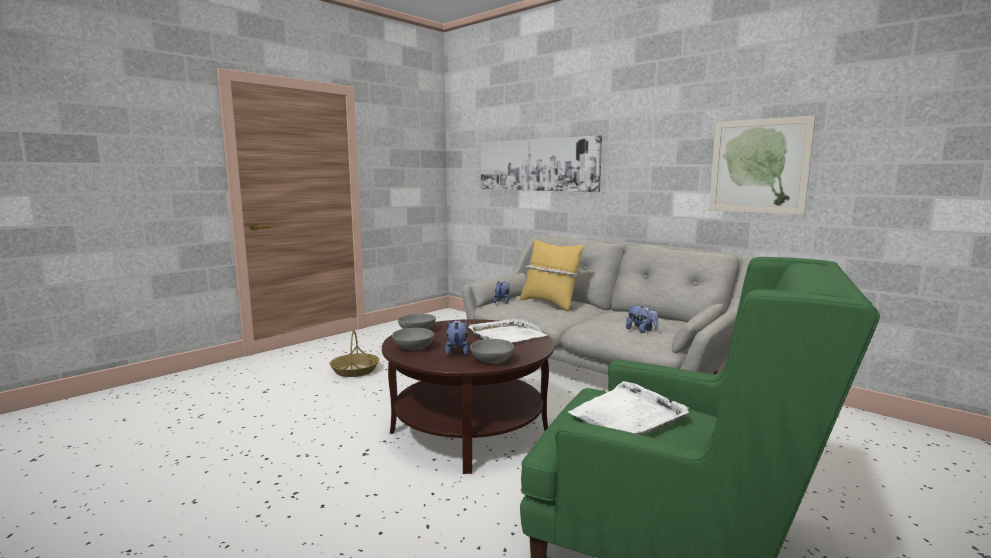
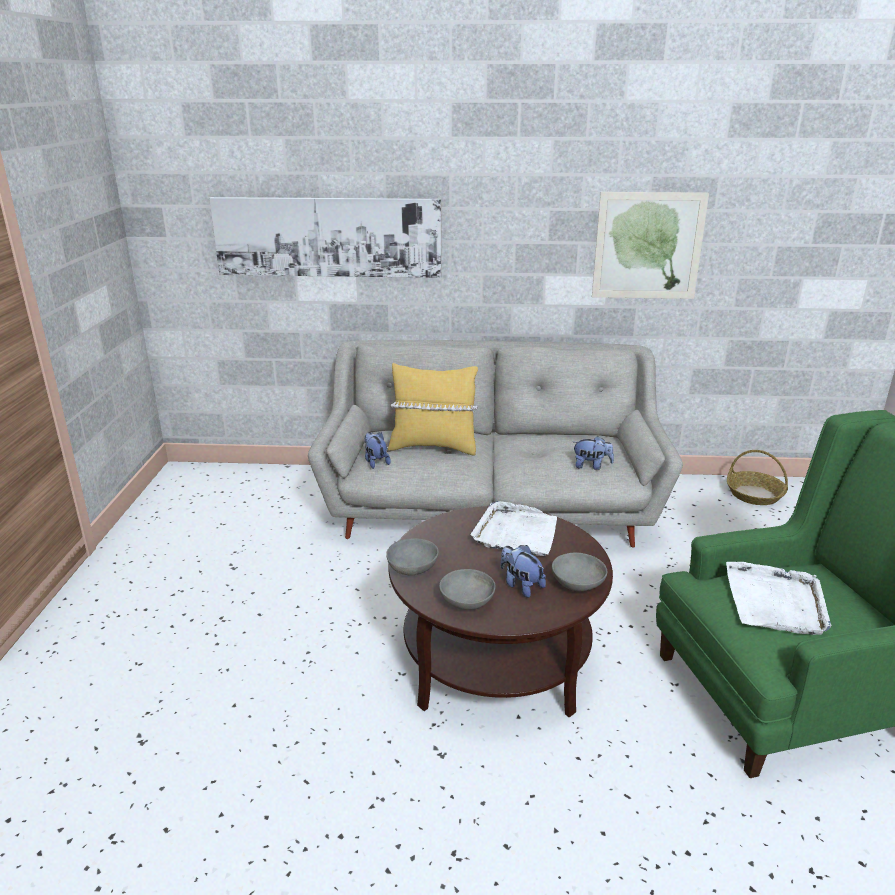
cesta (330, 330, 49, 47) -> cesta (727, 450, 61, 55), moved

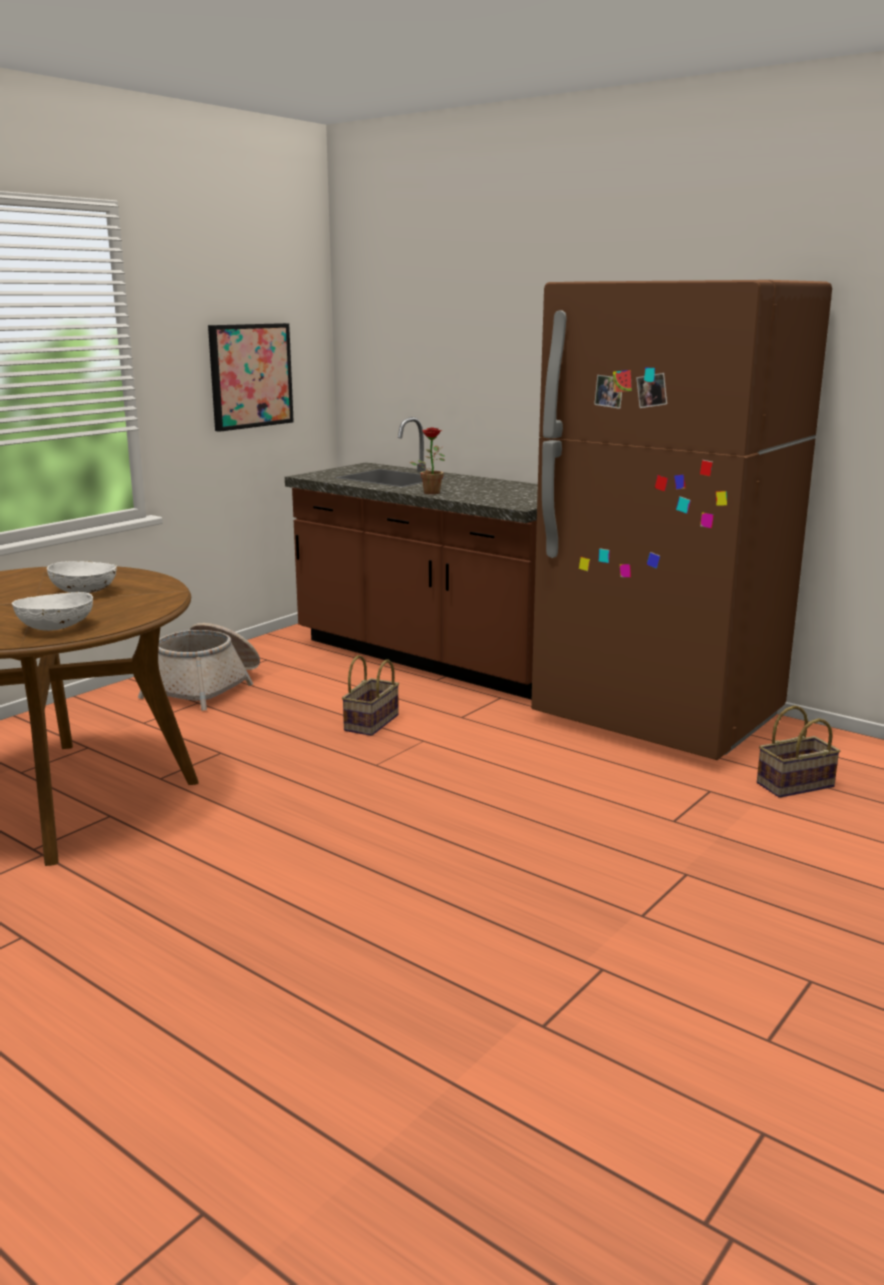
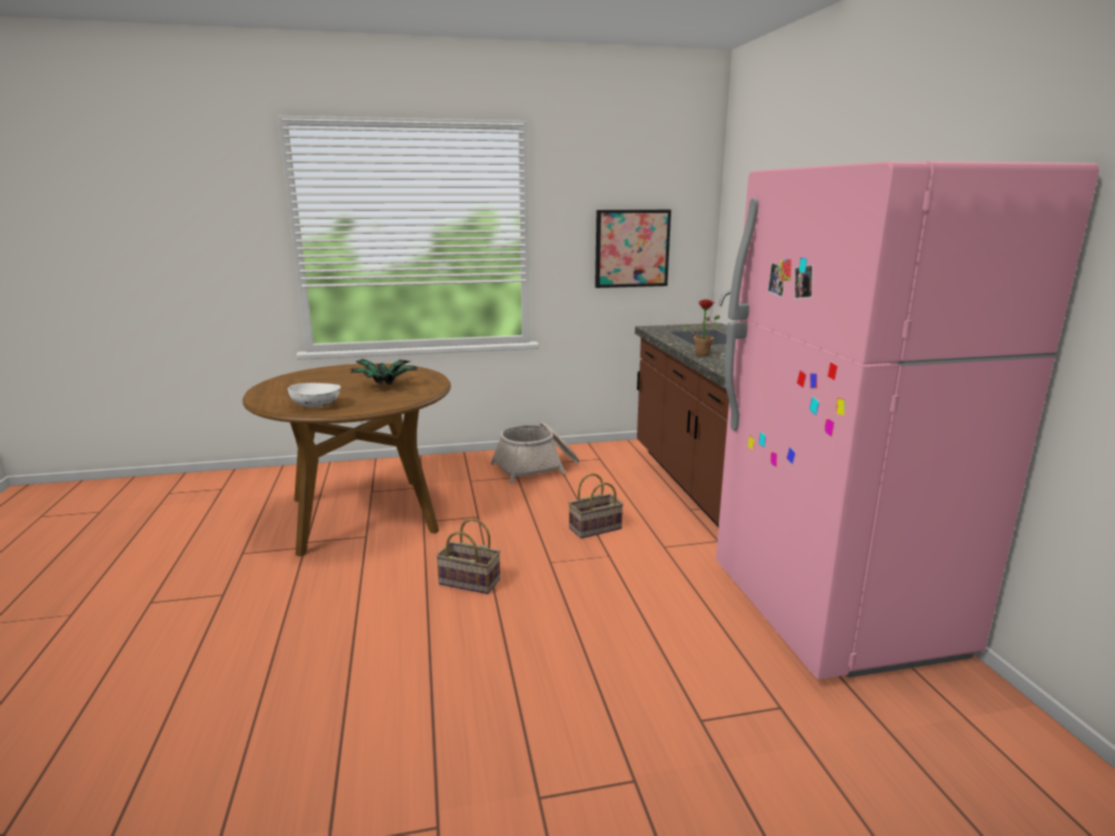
cuenco [blanco] (47, 561, 70, 32) -> planta en maceta (350, 359, 68, 26)
cesta (757, 705, 83, 93) -> cesta (436, 519, 65, 75), moved
nevera [marrón] (531, 280, 301, 480) -> nevera [rosa] (716, 161, 383, 518)

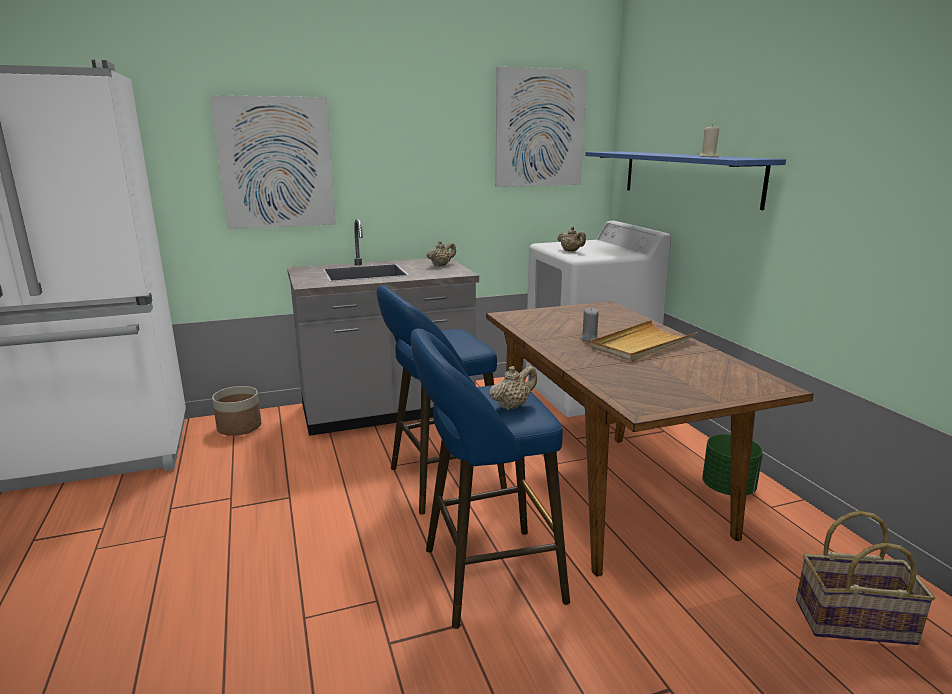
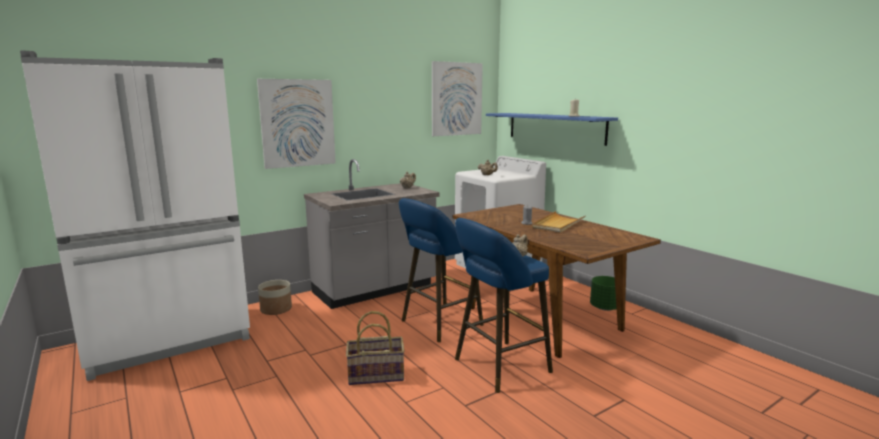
cesta (796, 511, 139, 134) -> cesta (346, 311, 59, 74), moved

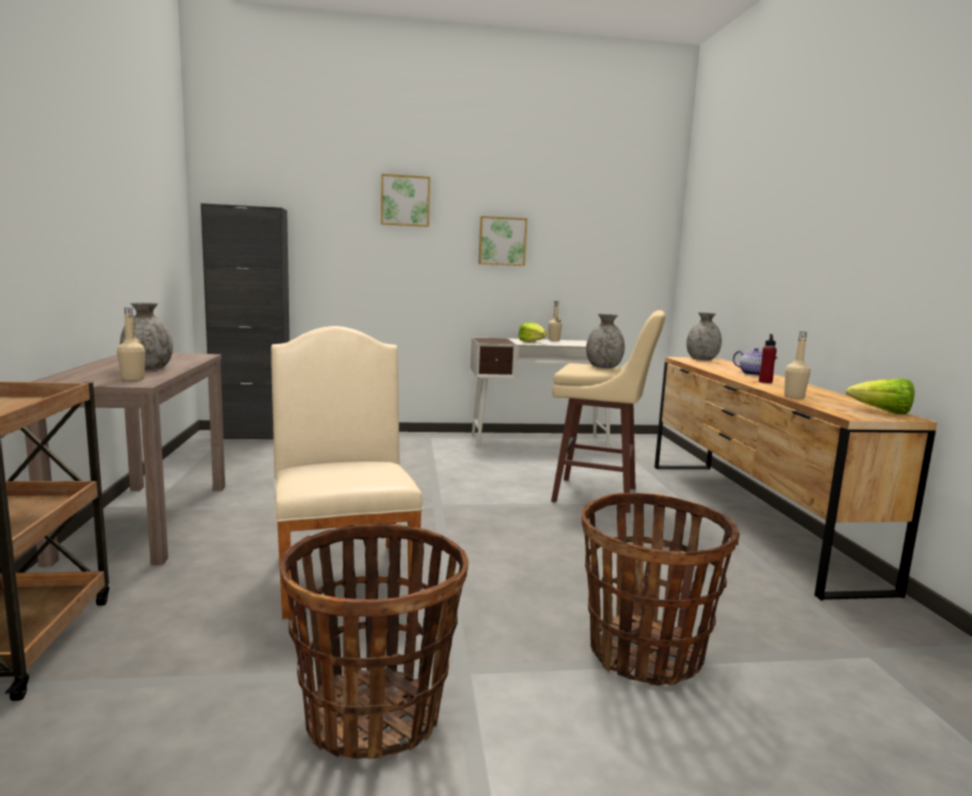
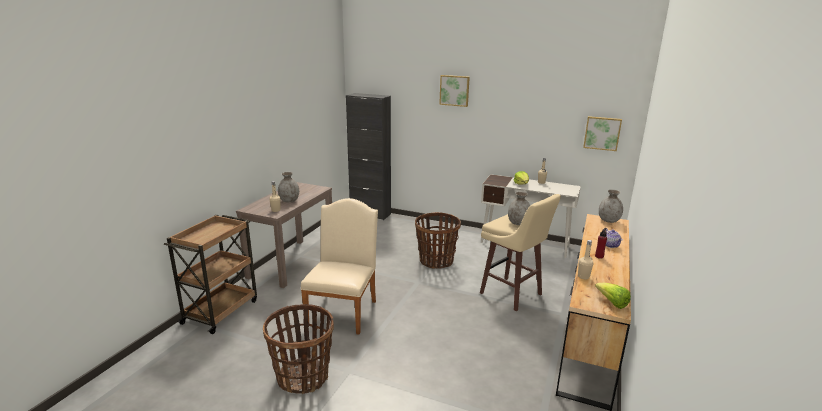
cesta (582, 493, 158, 192) -> cesta (415, 212, 46, 57), moved
cuadro (479, 216, 49, 50) -> cuadro (583, 116, 39, 35), moved

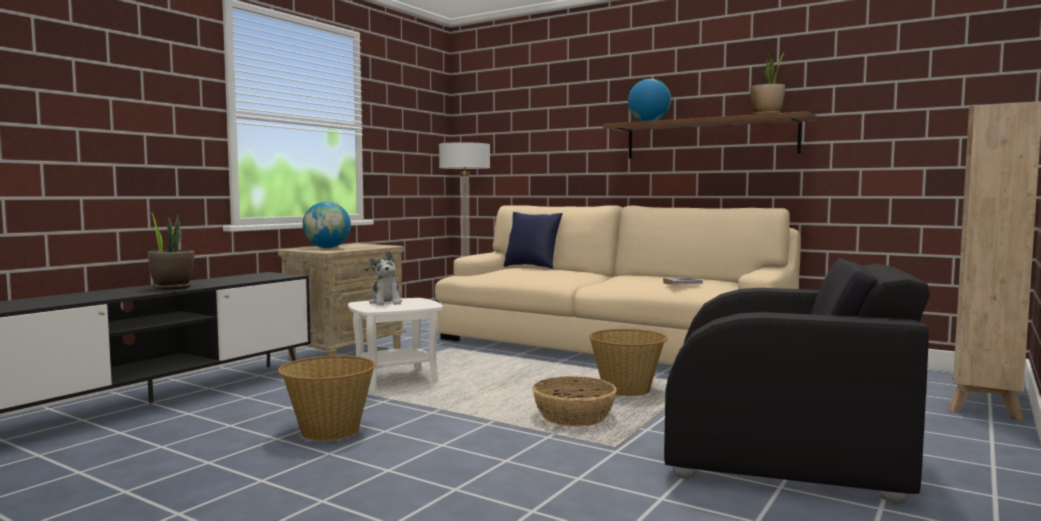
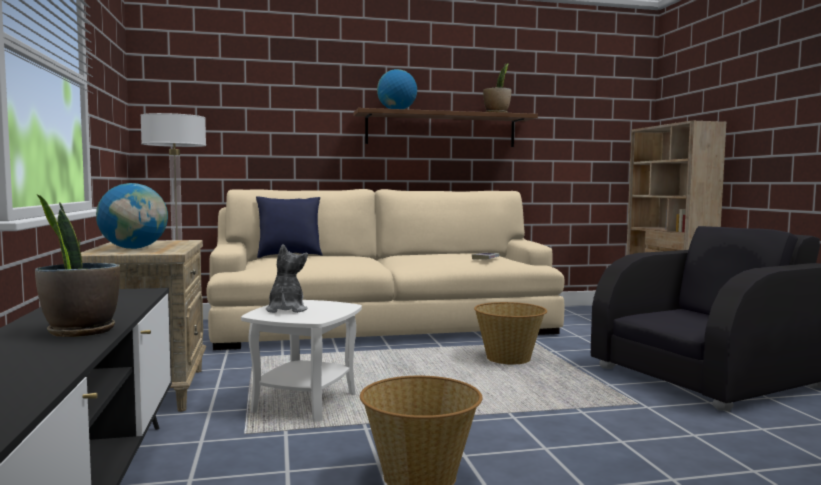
peluche (369, 251, 33, 54) -> peluche (266, 244, 42, 69), 120 degrees counterclockwise
cesta (532, 376, 85, 51) -> none

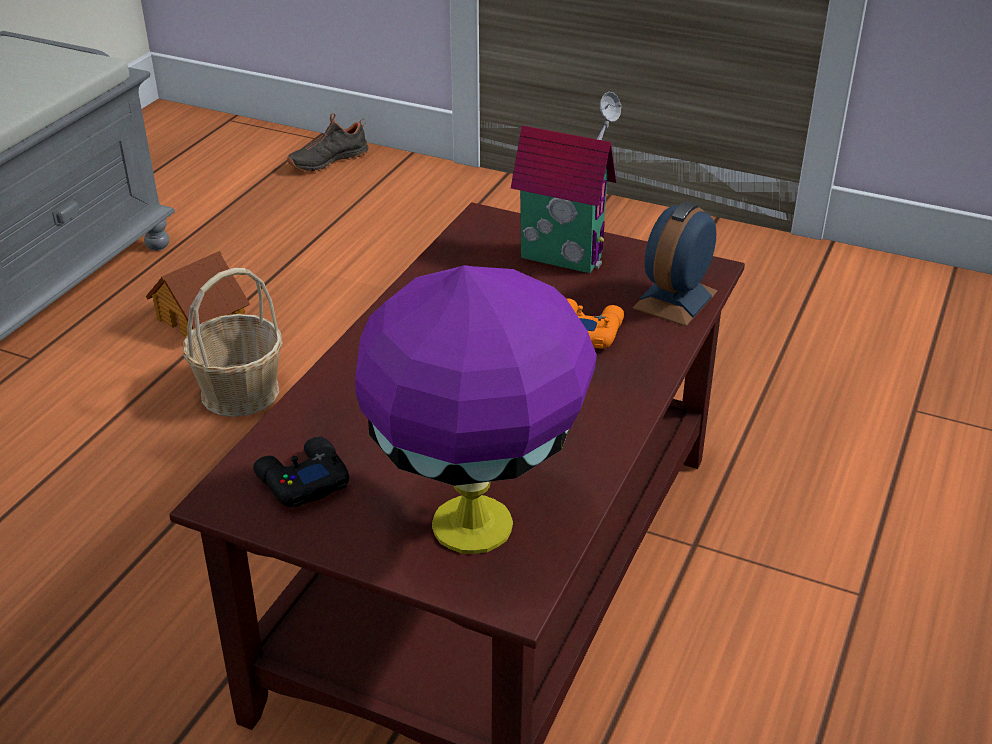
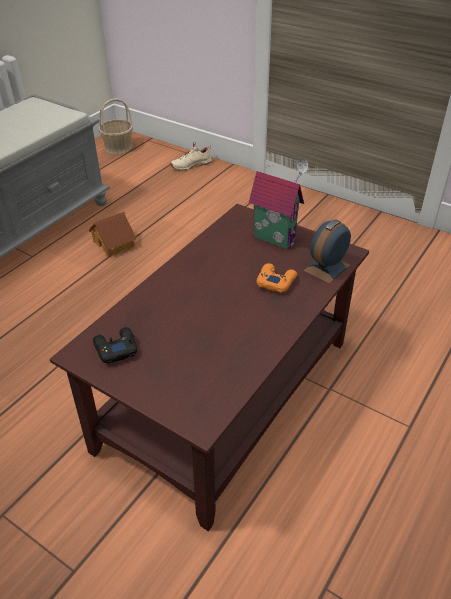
cesta (183, 268, 99, 149) -> cesta (98, 98, 35, 56), moved
zapato [negro] (287, 113, 81, 59) -> zapato [beis] (170, 142, 42, 29)
lámpara de mesa [morado] (355, 265, 242, 289) -> none

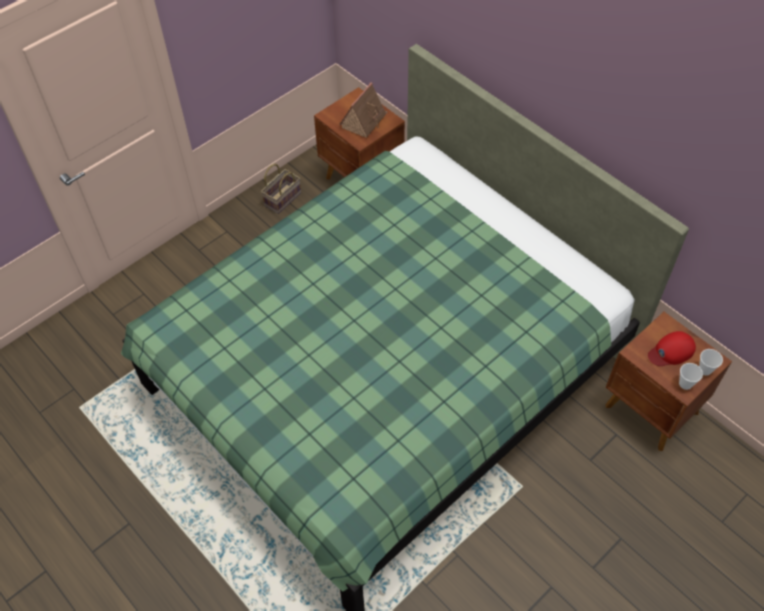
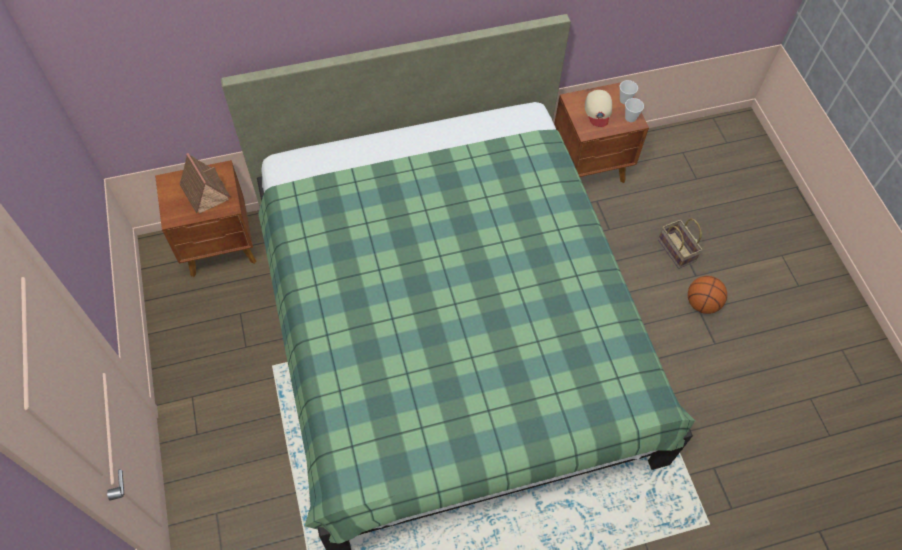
gorra [rojo] (648, 331, 48, 35) -> gorra [beis] (585, 90, 27, 37)
cesta (261, 164, 40, 50) -> cesta (658, 218, 45, 51), moved
none -> balón de baloncesto (688, 276, 39, 38)

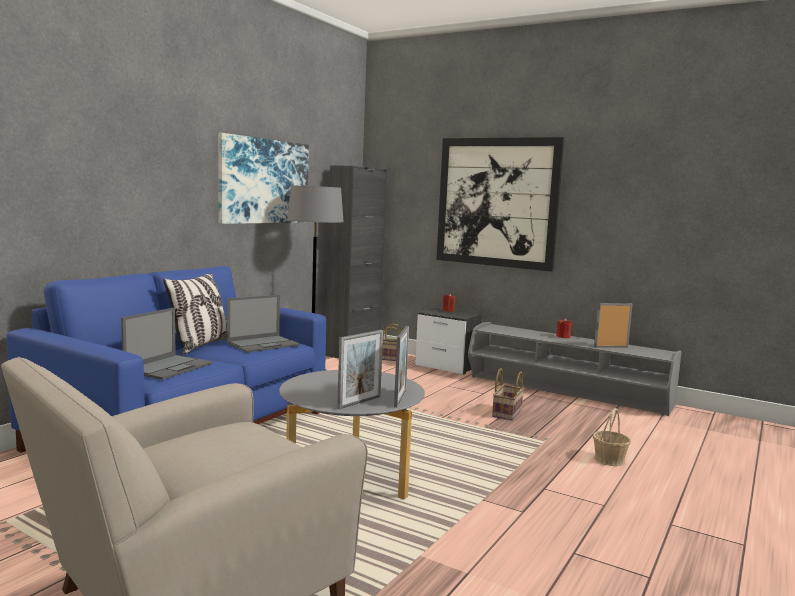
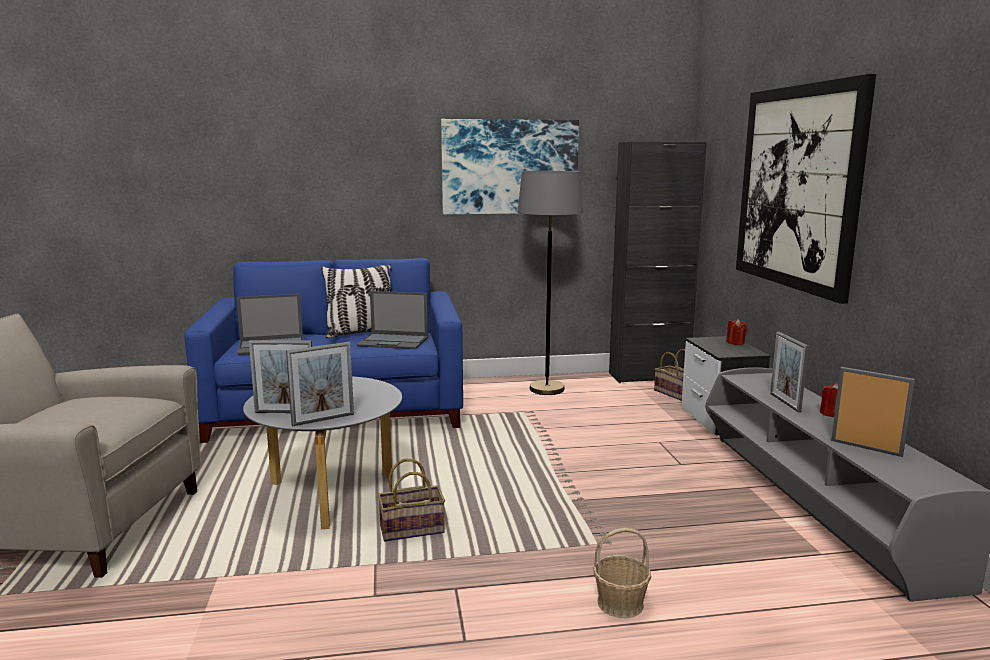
cesta (492, 368, 32, 52) -> cesta (378, 459, 67, 82), moved
none -> portarretratos (770, 332, 39, 81)

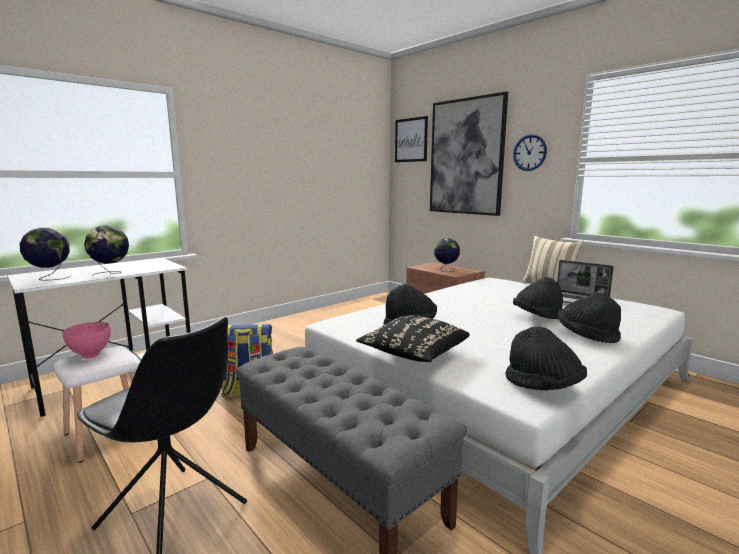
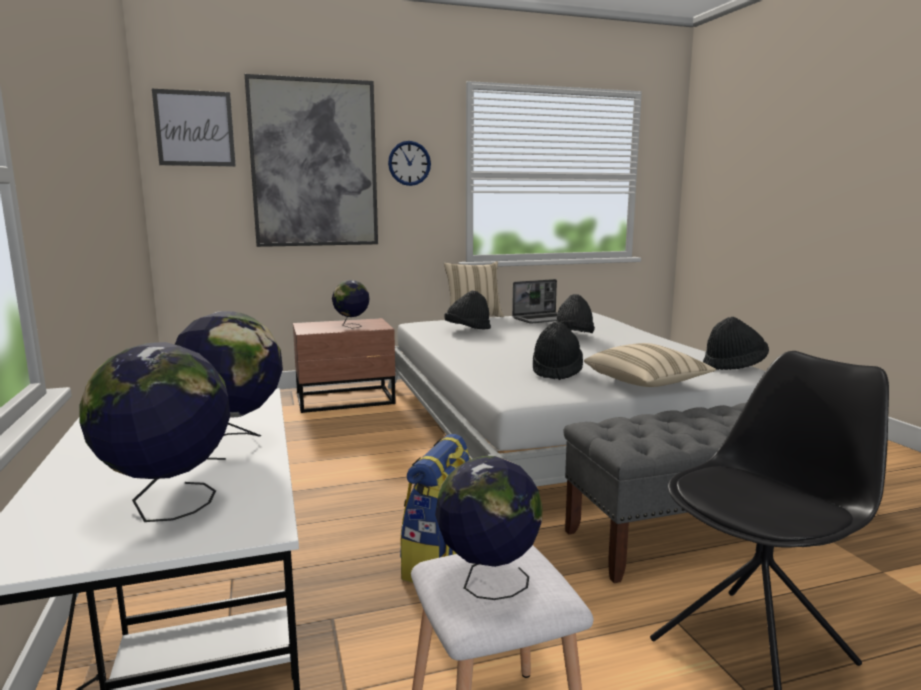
cuenco [rosa] (62, 322, 49, 37) -> globo terráqueo (435, 456, 107, 144)
sombrero [negro] (558, 293, 63, 50) -> sombrero [negro] (444, 290, 47, 40), moved
cojín [negro] (356, 315, 114, 47) -> cojín [beis] (584, 343, 132, 44)

